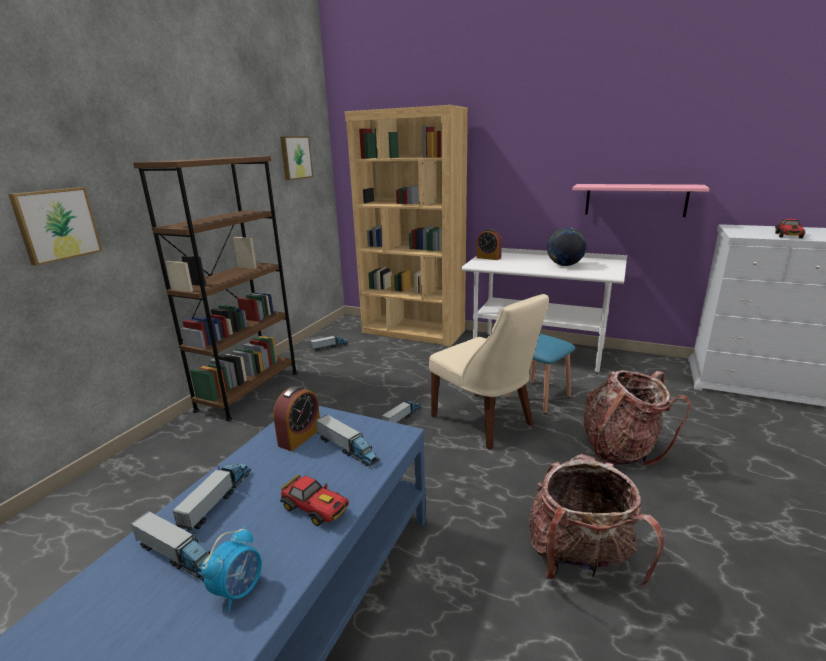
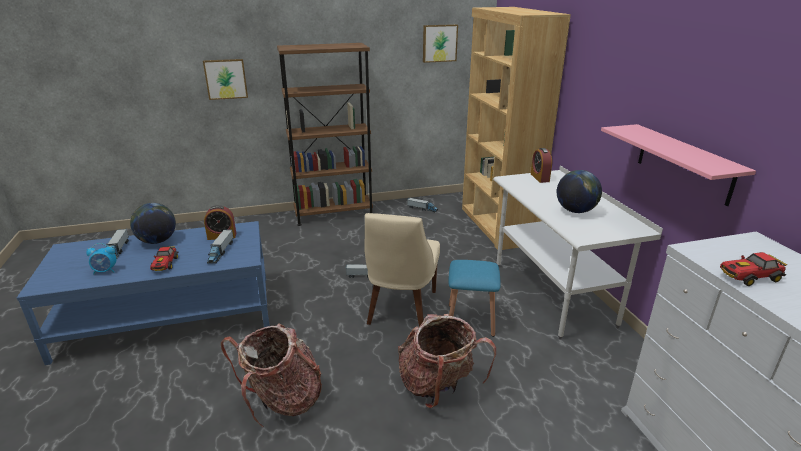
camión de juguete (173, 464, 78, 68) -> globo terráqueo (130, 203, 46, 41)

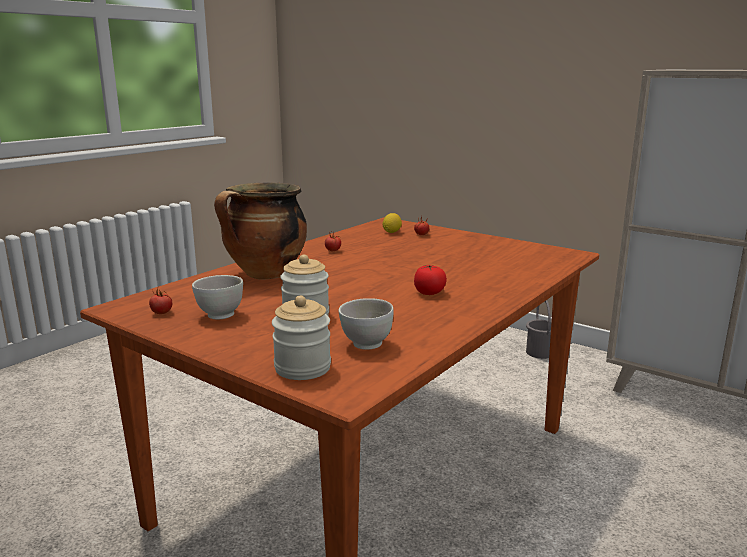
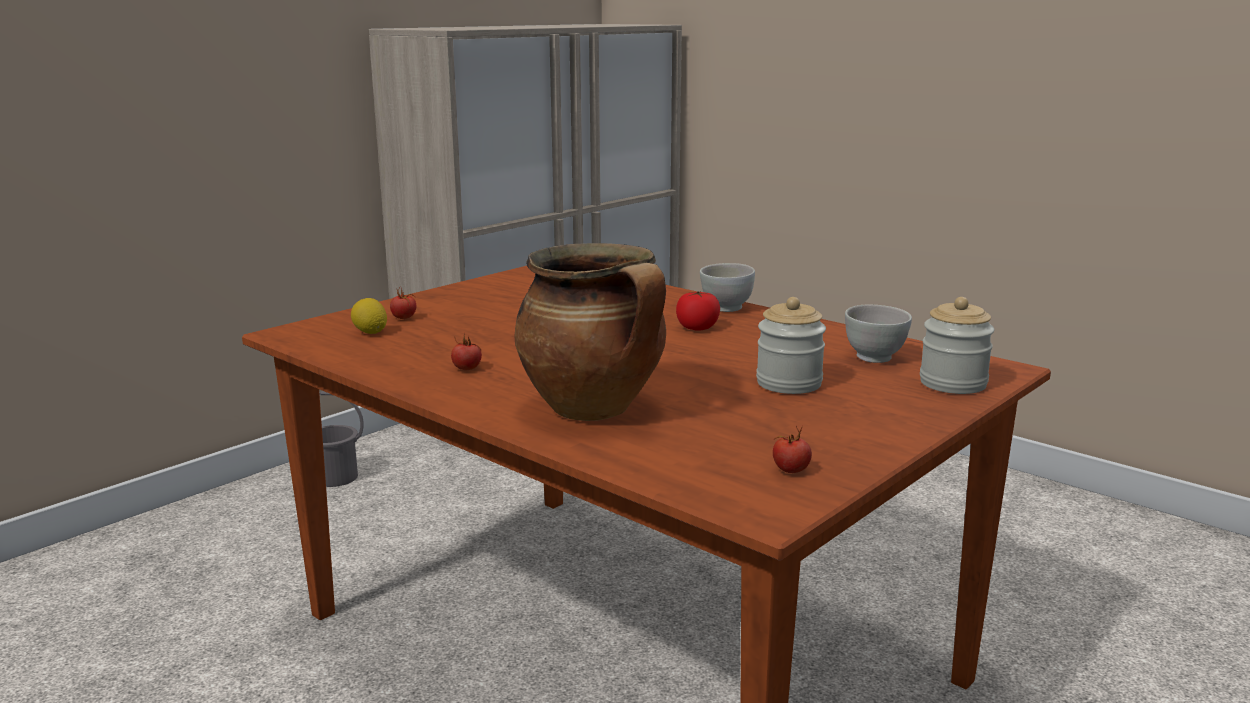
cuenco [blanco] (192, 275, 51, 45) -> cuenco [blanco] (700, 263, 55, 49), moved

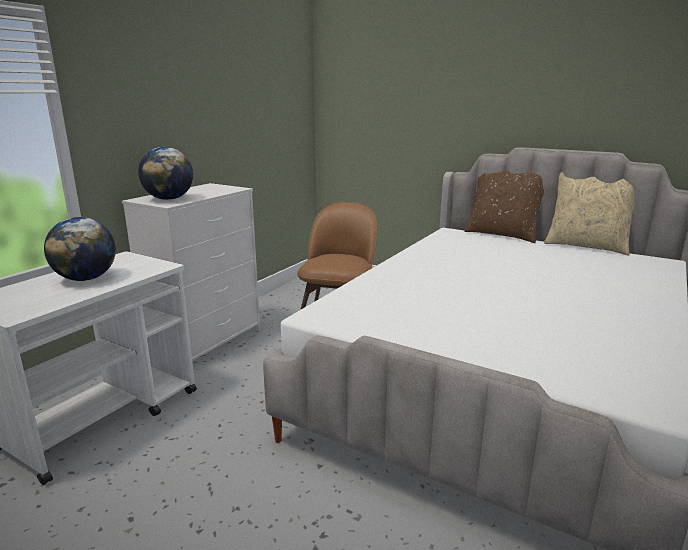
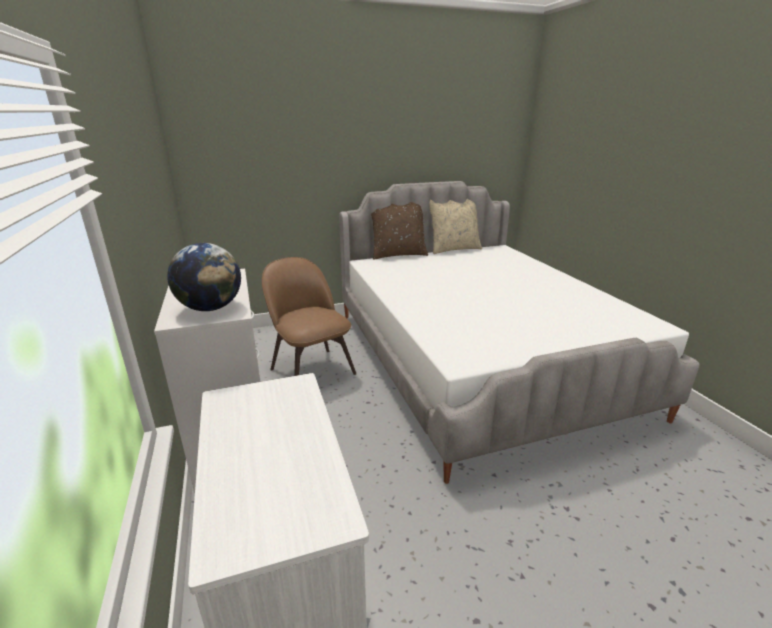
globo terráqueo (44, 217, 72, 64) -> none

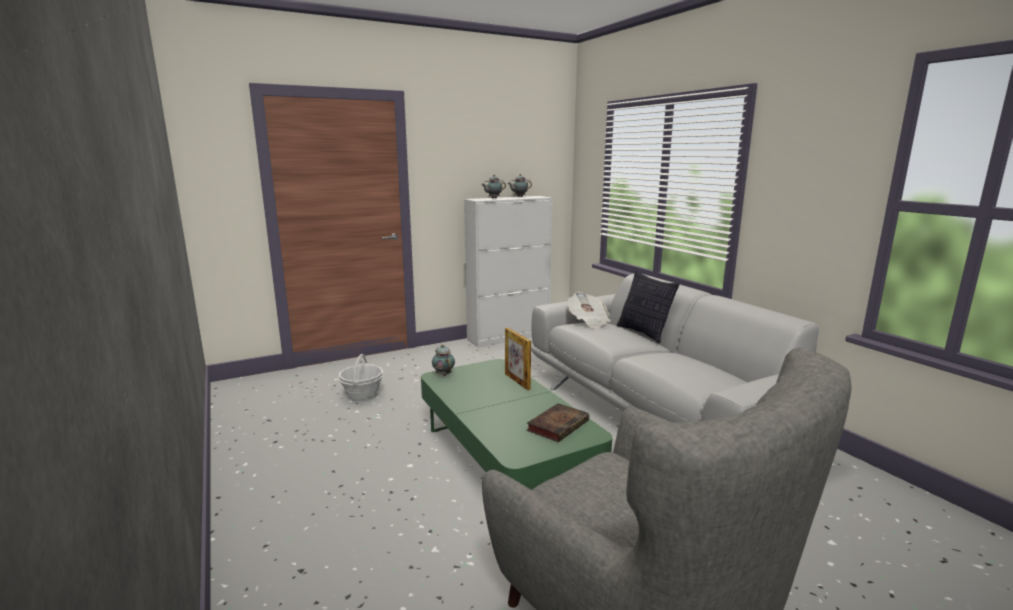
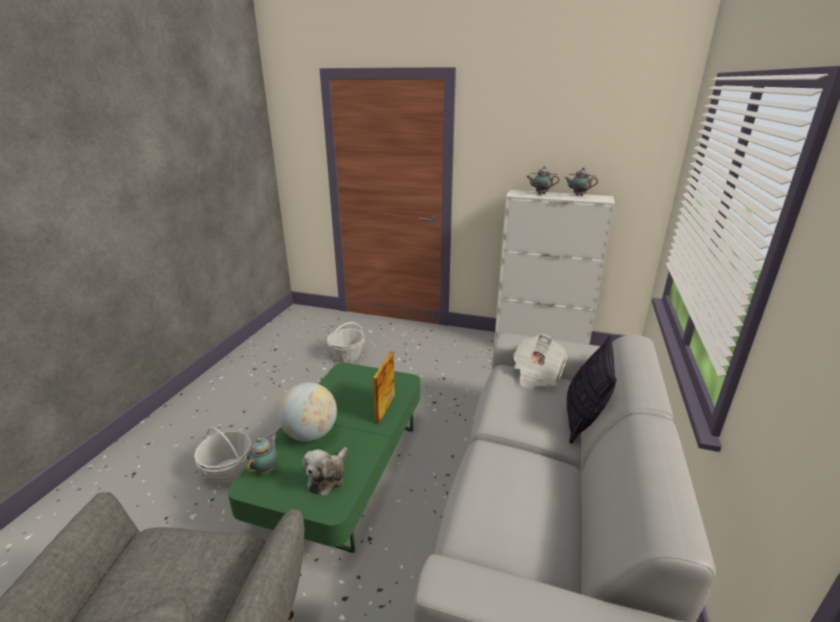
none -> cesta (194, 427, 58, 57)
tetera (432, 345, 23, 31) -> tetera (247, 434, 31, 41), moved
none -> globo terráqueo (278, 382, 59, 60)
libro (527, 403, 62, 39) -> peluche (302, 447, 45, 50)

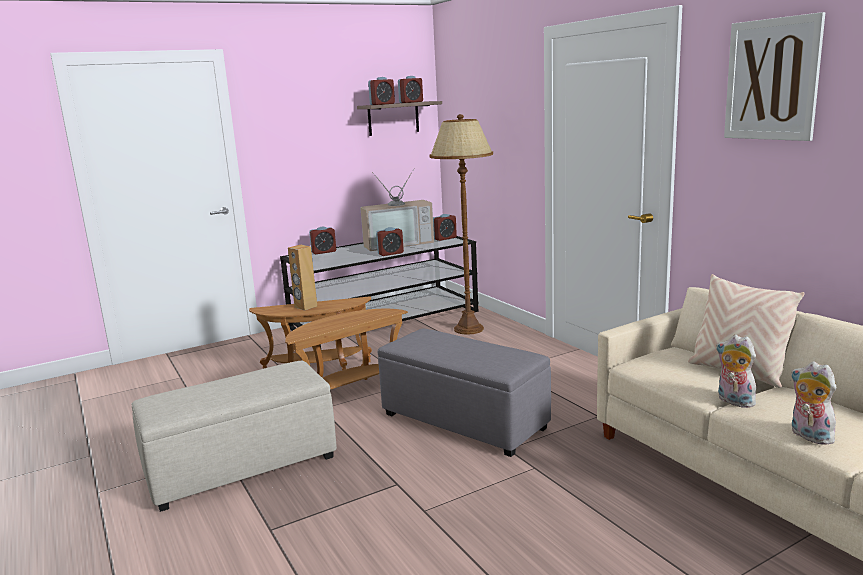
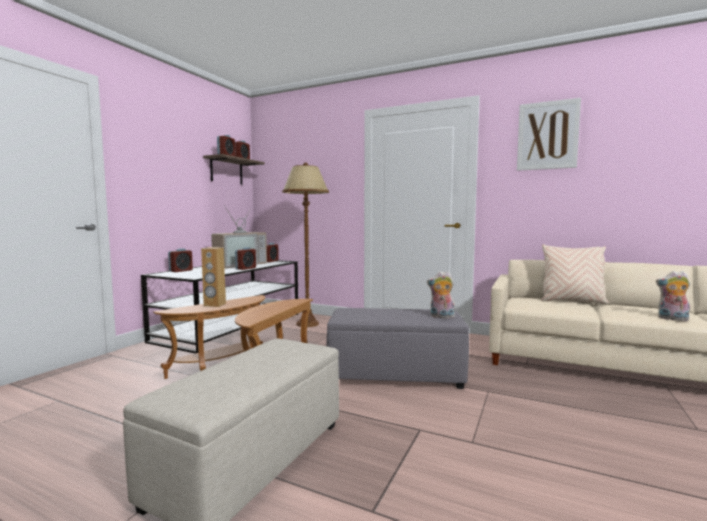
peluche (716, 335, 40, 73) -> peluche (427, 271, 28, 48), moved

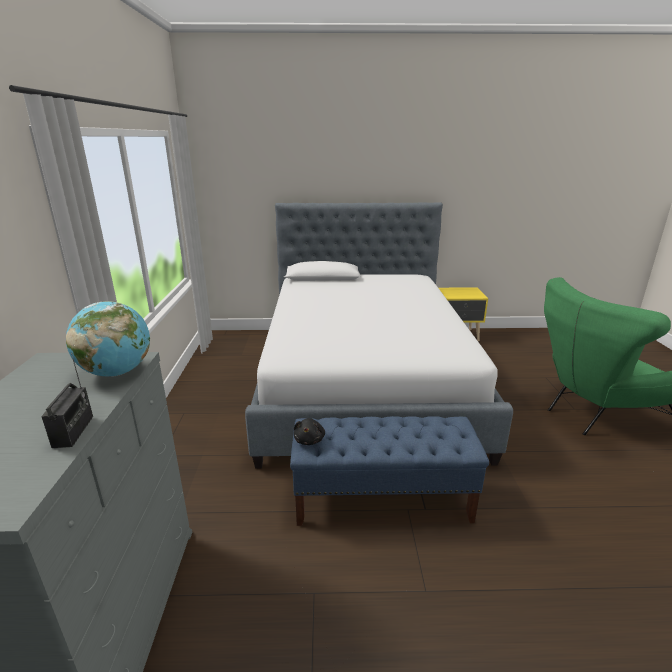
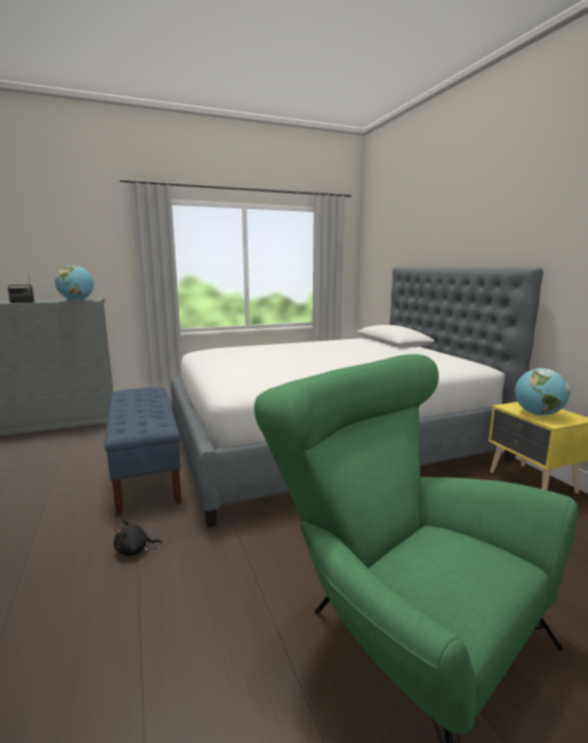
peluche [negro] (294, 418, 31, 27) -> peluche [negro] (114, 520, 48, 36), moved
none -> globo terráqueo (515, 368, 55, 48)

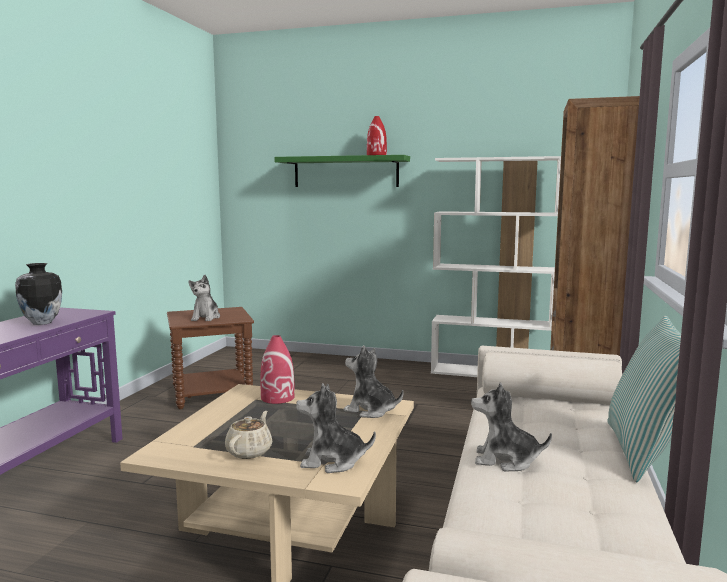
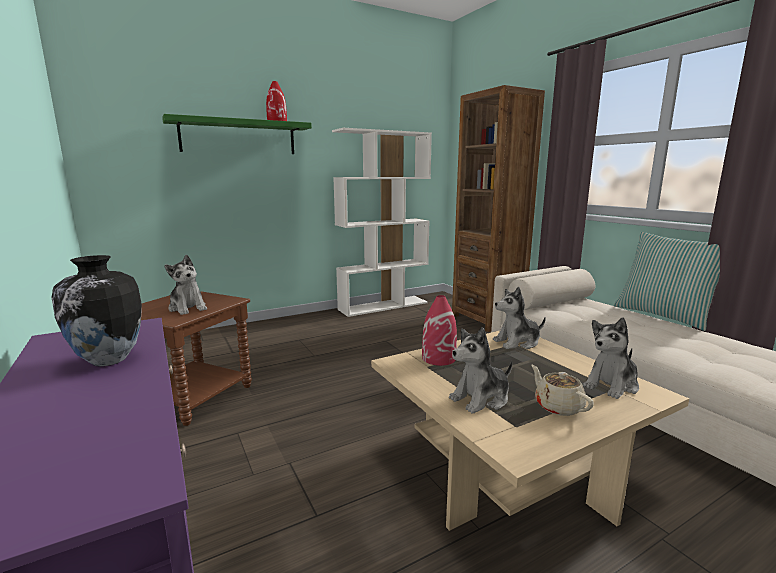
peluche (471, 382, 81, 90) -> peluche (449, 327, 63, 87), moved

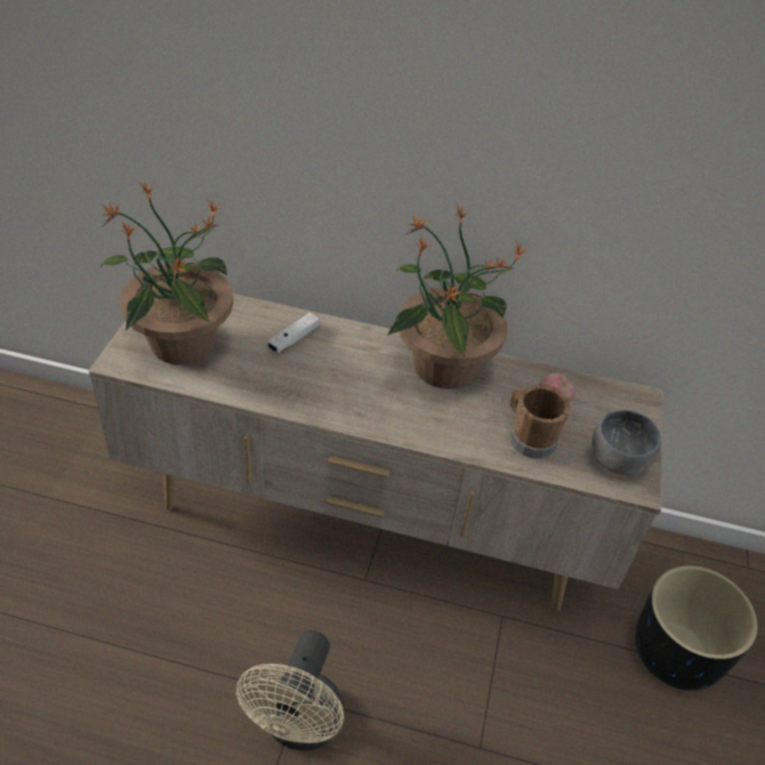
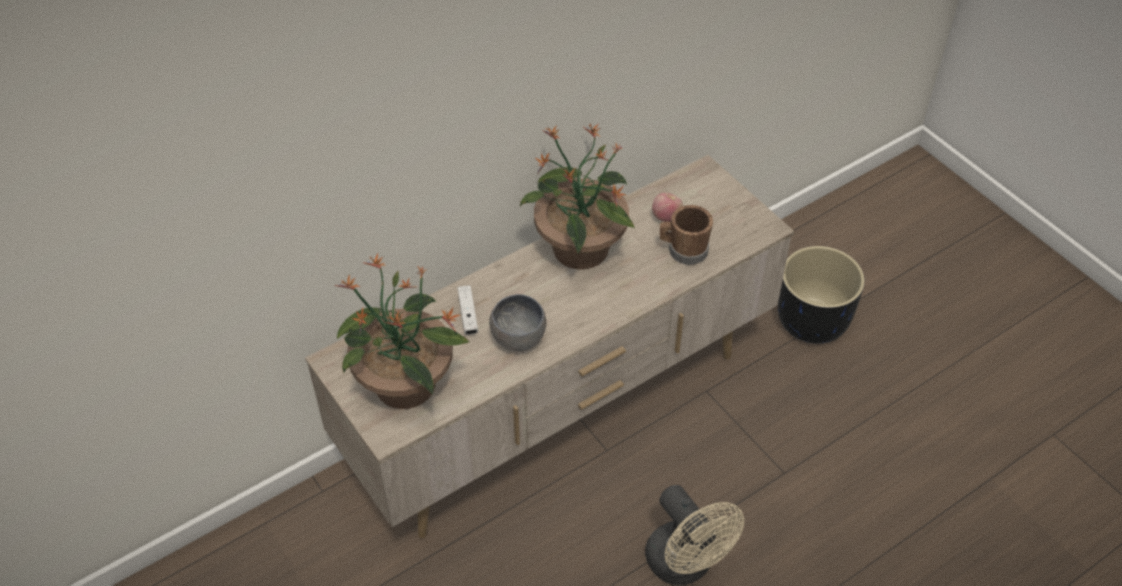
cuenco [gris] (592, 410, 69, 65) -> cuenco [gris] (489, 294, 57, 57), moved

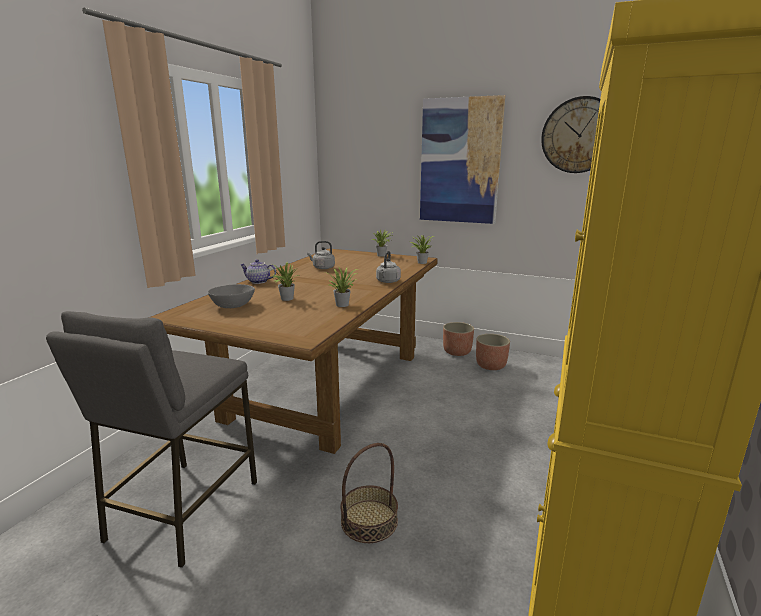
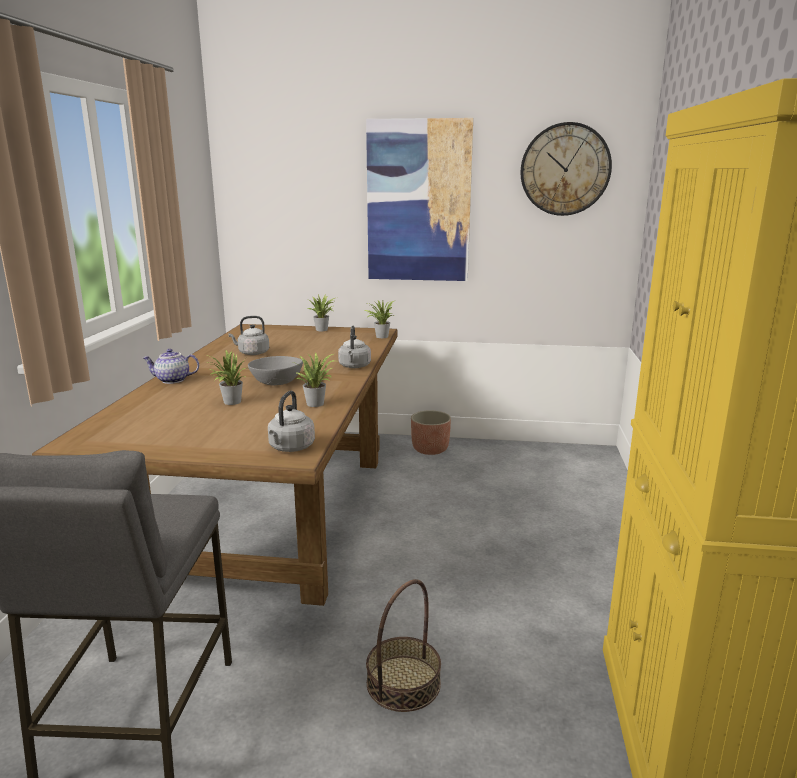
cuenco [gris] (208, 284, 47, 24) -> cuenco [gris] (248, 356, 55, 30), moved
none -> hervidor [gris] (268, 391, 47, 61)
maceta (476, 334, 34, 36) -> none

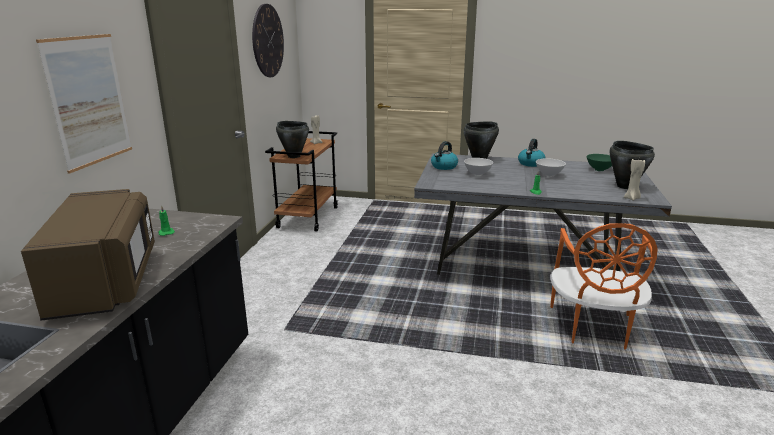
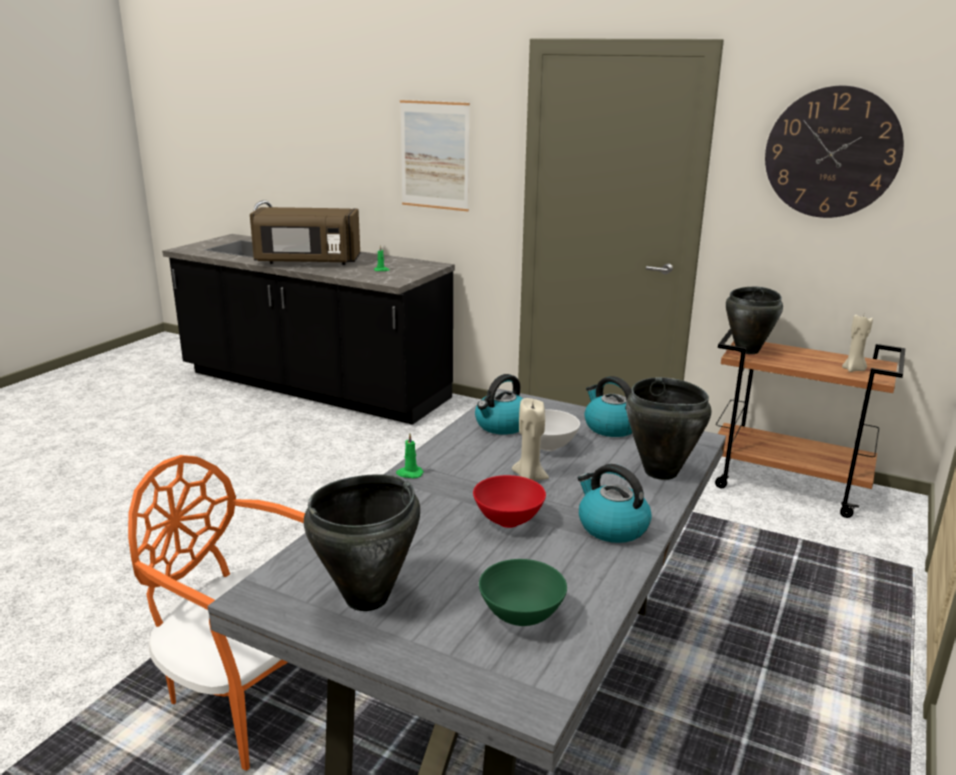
cuenco [blanco] (536, 158, 30, 19) -> cuenco [rojo] (473, 475, 73, 53)
none -> hervidor (475, 374, 48, 61)
vela [beis] (624, 159, 21, 42) -> vela [beis] (512, 398, 37, 83), moved

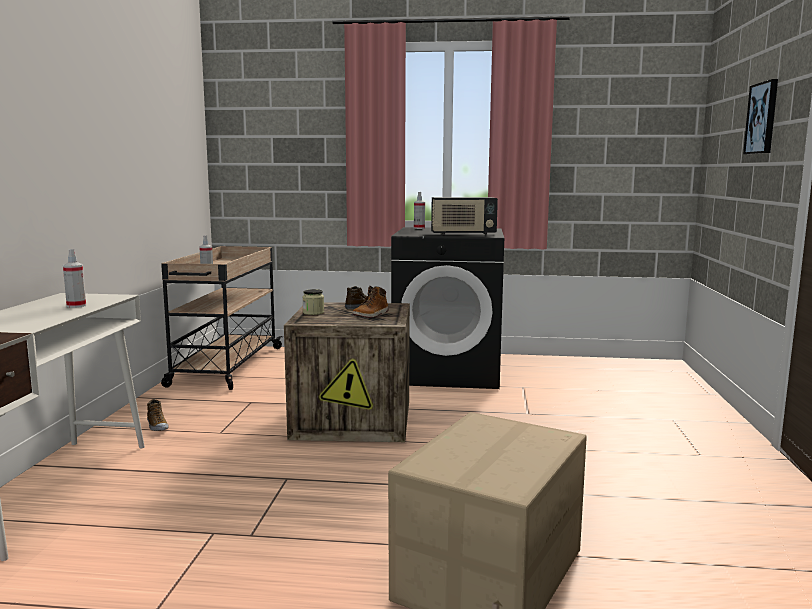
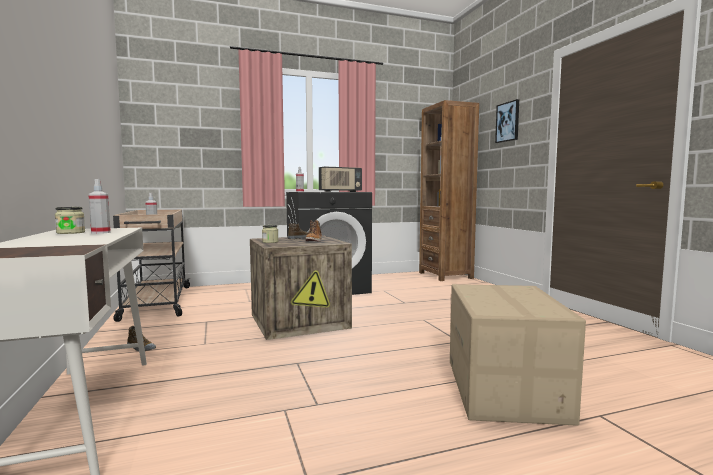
none -> tarro (55, 207, 30, 27)
none -> estantería [marrón] (419, 100, 60, 181)

